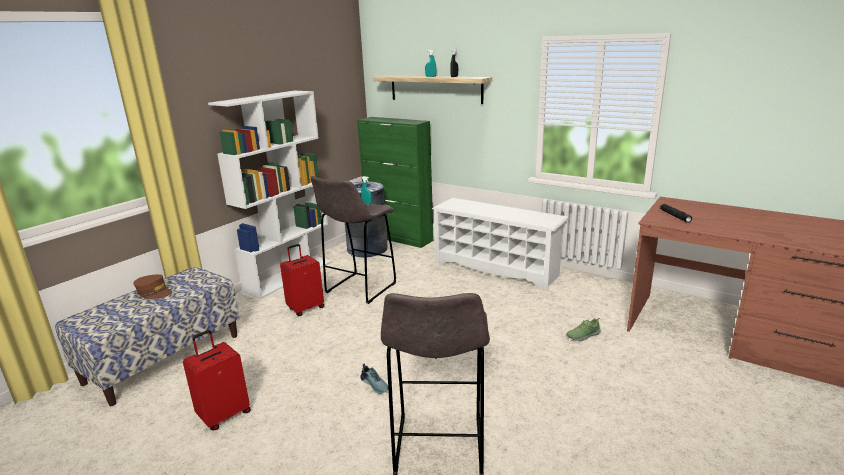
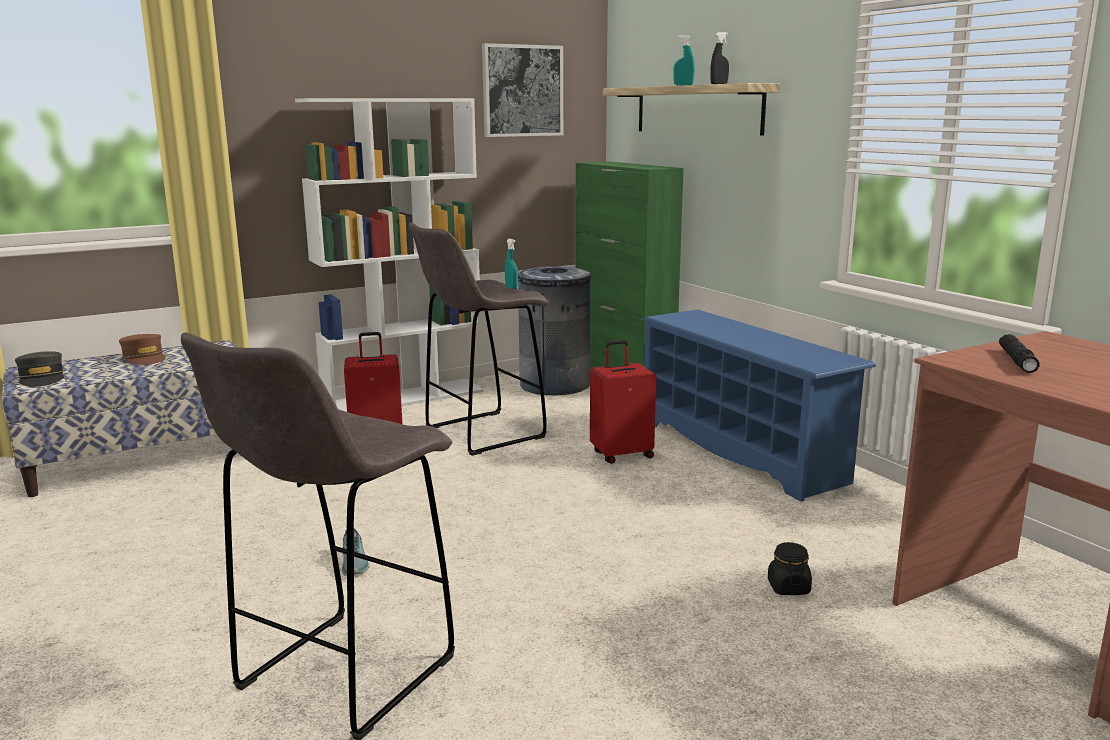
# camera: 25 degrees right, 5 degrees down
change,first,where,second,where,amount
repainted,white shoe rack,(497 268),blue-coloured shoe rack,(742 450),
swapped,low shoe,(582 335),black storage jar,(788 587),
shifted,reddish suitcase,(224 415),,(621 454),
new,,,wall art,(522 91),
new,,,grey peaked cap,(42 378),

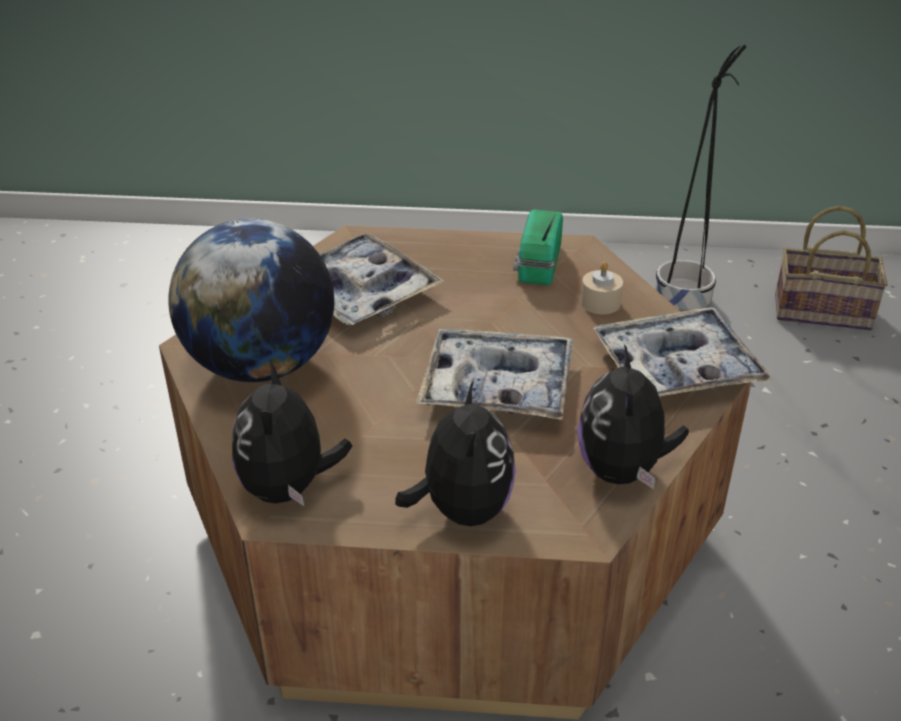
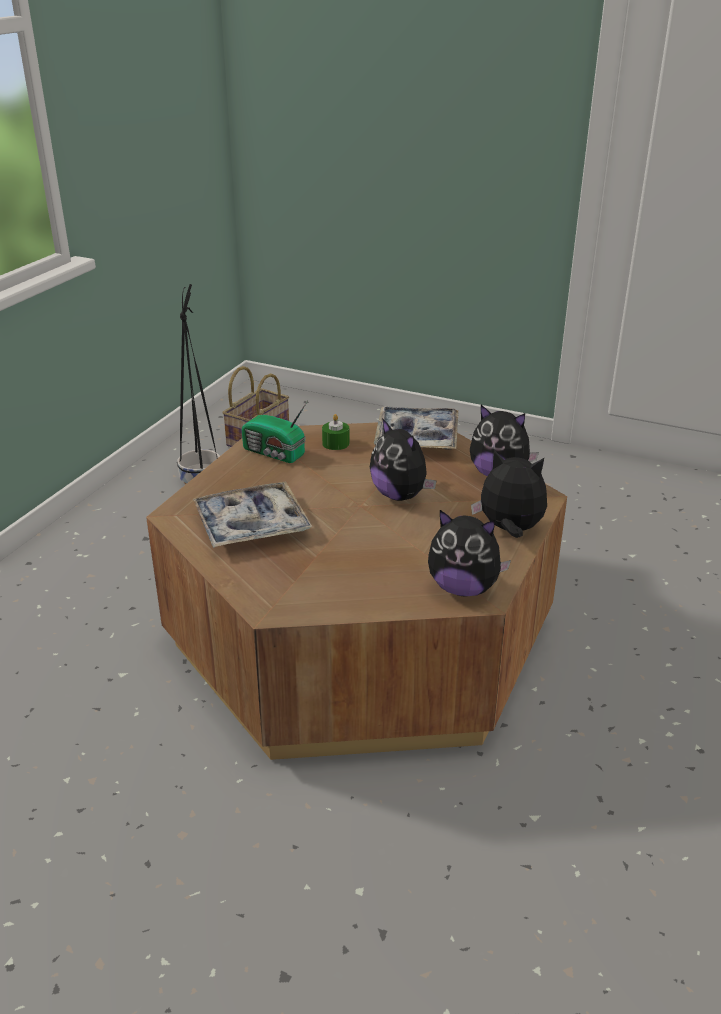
# camera: 70 degrees left, 5 degrees down
change,first,where,second,where,amount
gone,world globe,(261 366),,,
repainted,beige-coloured wax light,(600 303),greenish wax light,(335 443),
swapped,serving tray,(497 386),plush toy,(400 495),

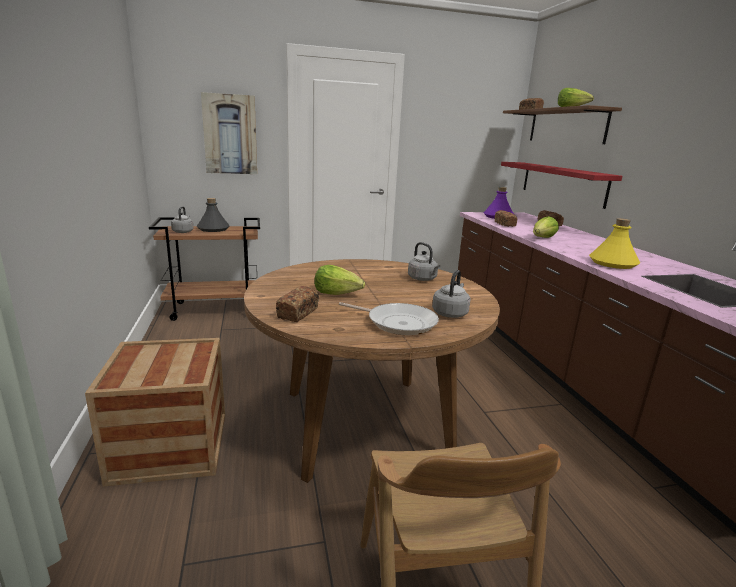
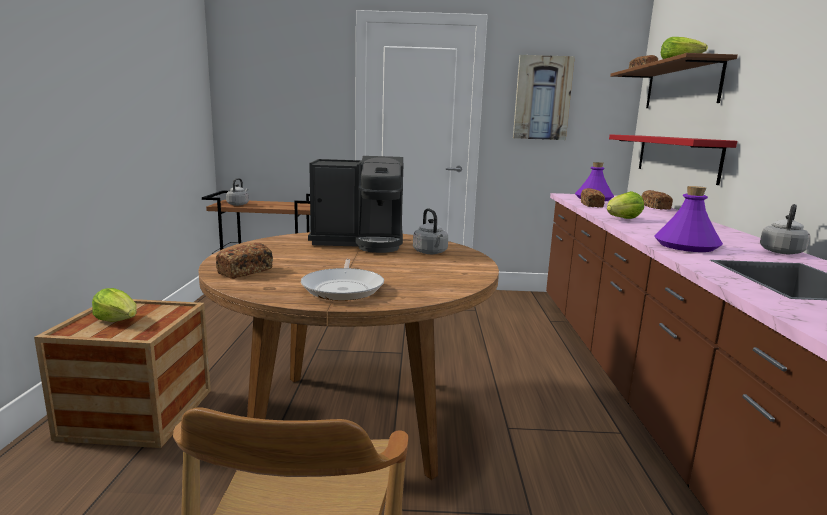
# camera: 15 degrees right, 5 degrees down
change,first,where,second,where,amount
shifted,wall art,(230 134),,(542 98),
gone,grey drink bottle,(213 229),,,
repainted,yellow-coloured drink bottle,(613 263),purple drink bottle,(686 246),
shifted,lettuce head,(337 293),,(118 320),
shifted,grey kettle,(450 313),,(781 251),
rotated,skillet,(398 323),,(343 288),45 degrees clockwise
new,,,coffee machine,(360 242),

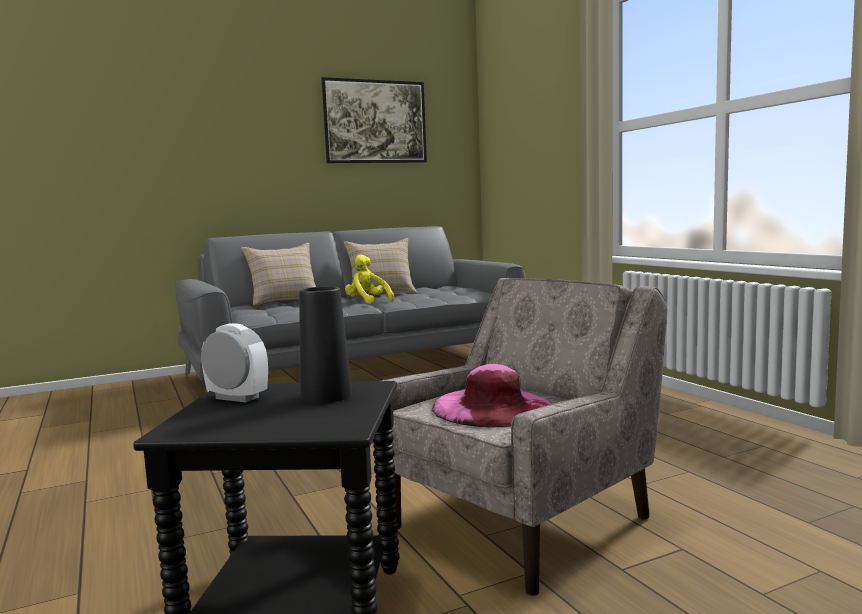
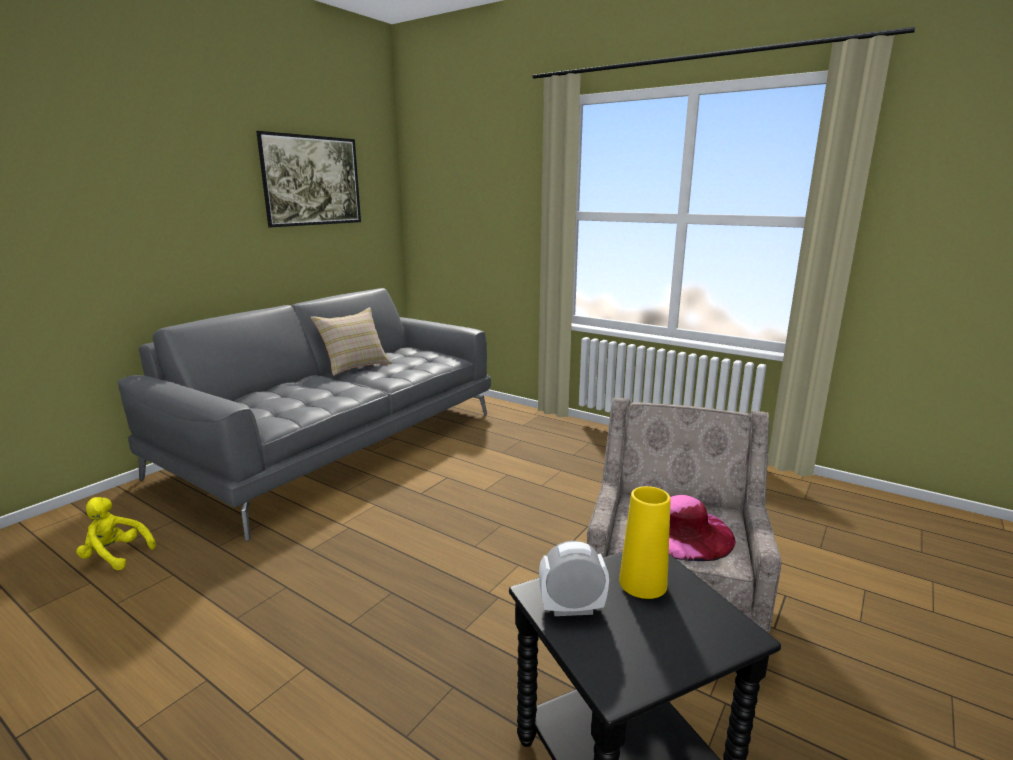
# camera: 30 degrees left, 10 degrees up
change,first,where,second,where,amount
gone,beige-coloured cushion,(284 301),,,
shifted,yellow-coloured plush toy,(367 302),,(115 556),
repainted,black flower vase,(326 396),yellow-coloured flower vase,(643 583),

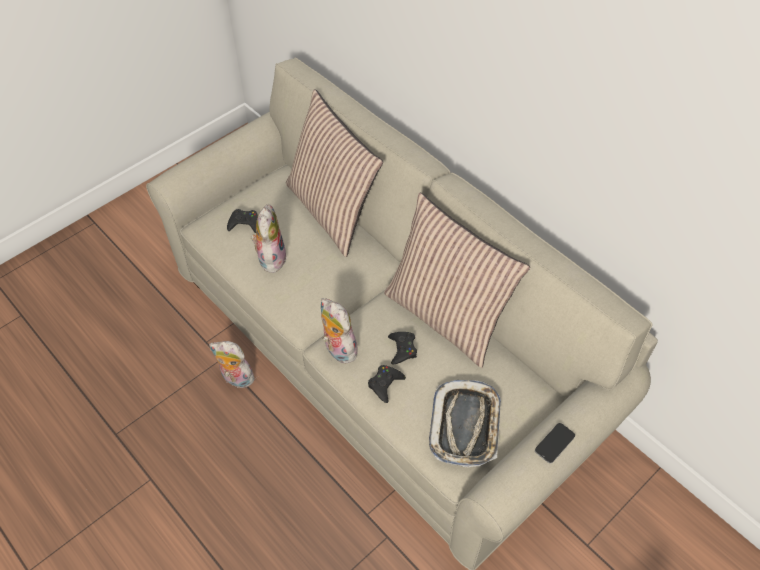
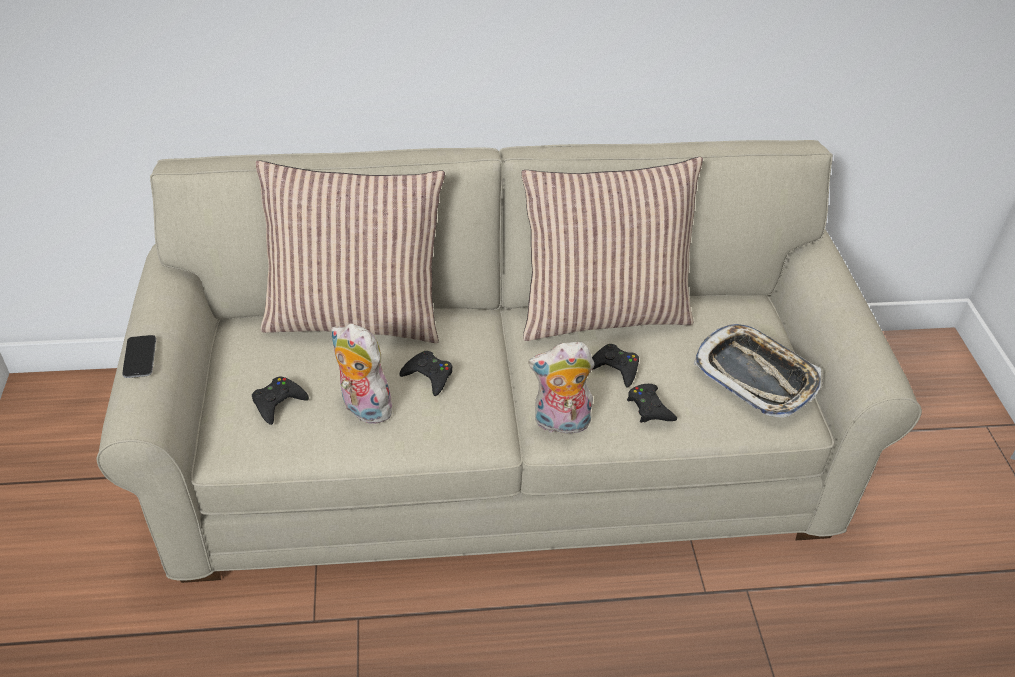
# camera: 55 degrees left, 10 degrees down
change,first,where,second,where,amount
gone,plush toy,(236 379),,,
shifted,telephone,(554 443),,(140 357),
new,,,black gamepad,(429 376),

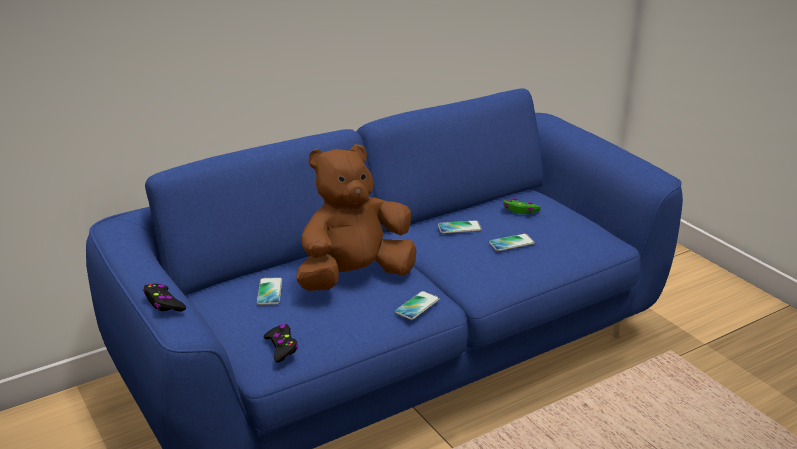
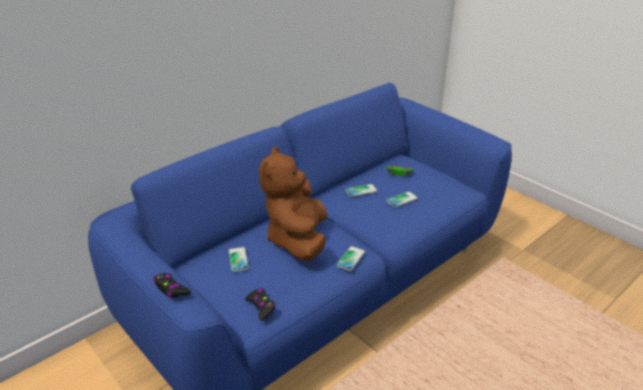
# camera: 10 degrees left, 5 degrees up
change,first,where,second,where,amount
rotated,brown-coloured plush toy,(354 277),,(297 239),45 degrees counterclockwise

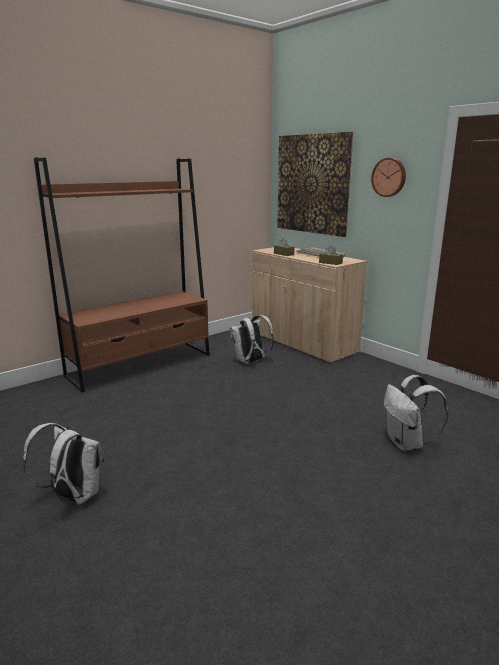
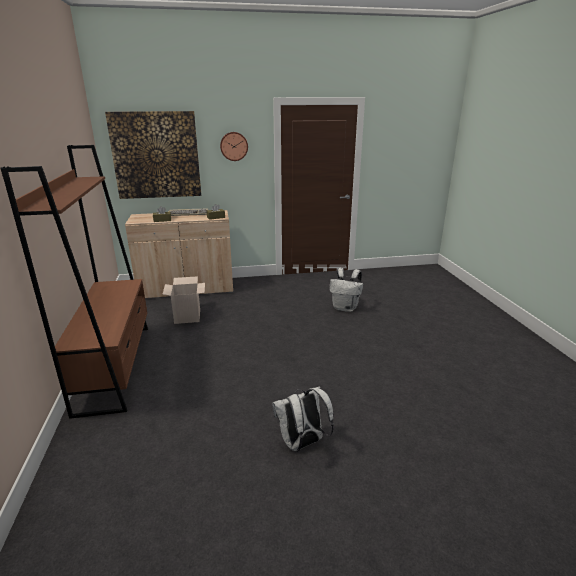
# camera: 60 degrees left, 5 degrees up
change,first,where,second,where,amount
swapped,white rucksack,(250 362),carton,(187 316),

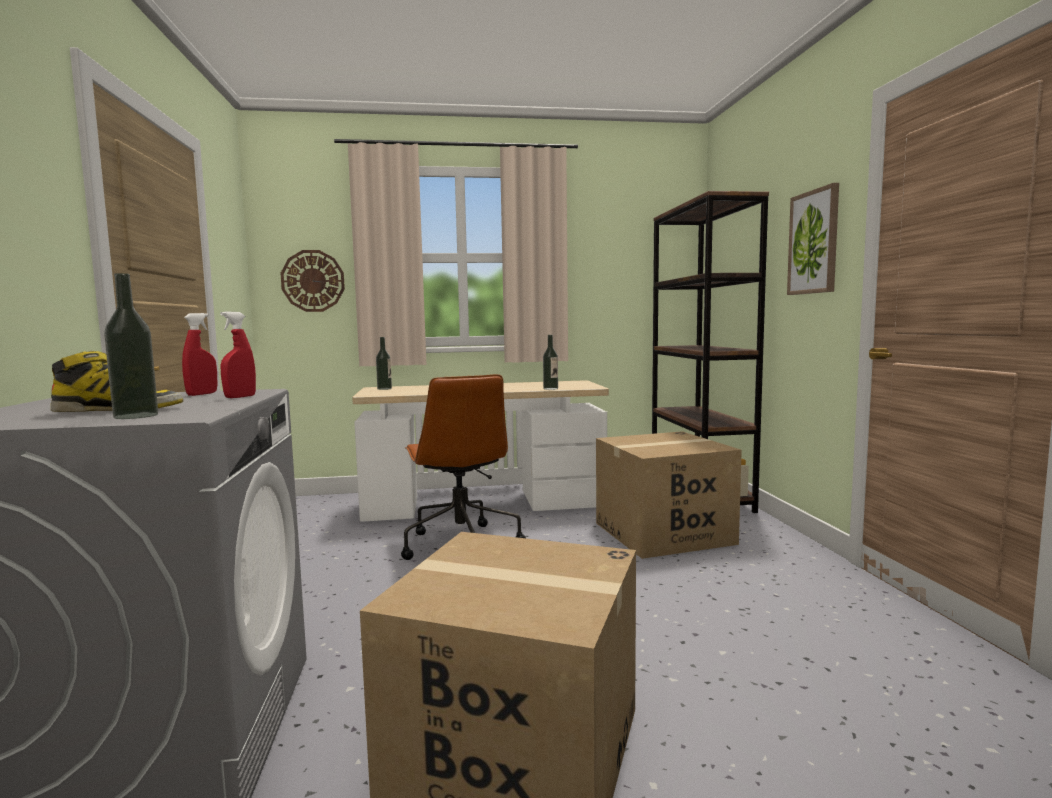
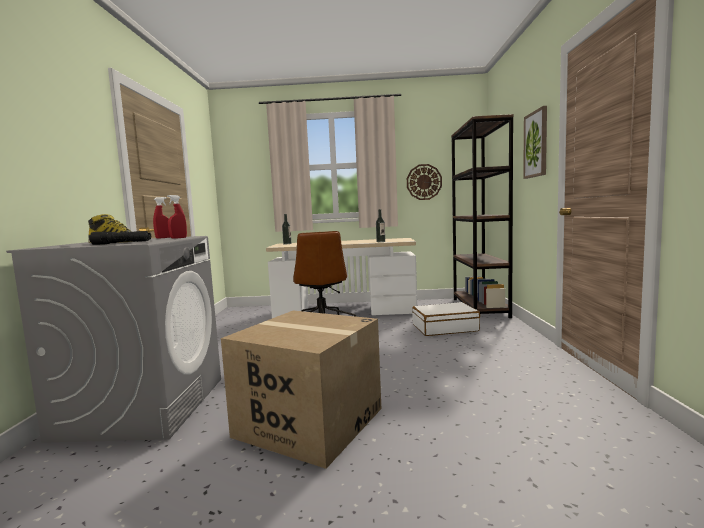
# camera: 10 degrees right, 0 degrees up
change,first,where,second,where,amount
shifted,hanging clock,(313 281),,(424 182),
swapped,drink bottle,(136 416),black hand torch,(121 243),
swapped,carton,(663 533),white suitcase,(444 328),

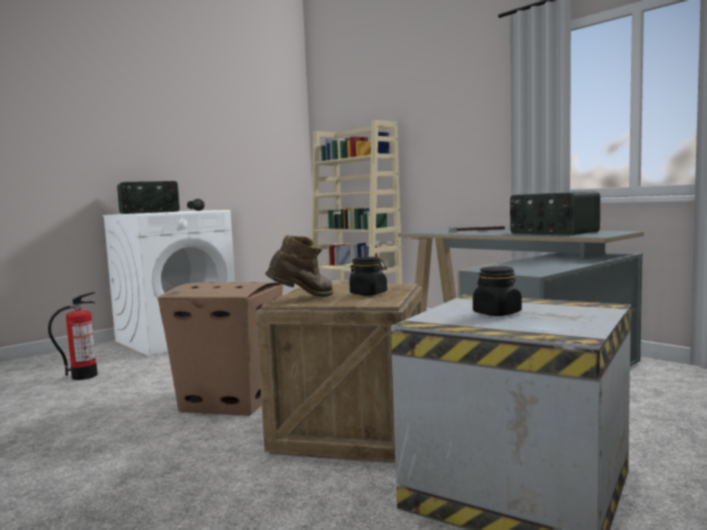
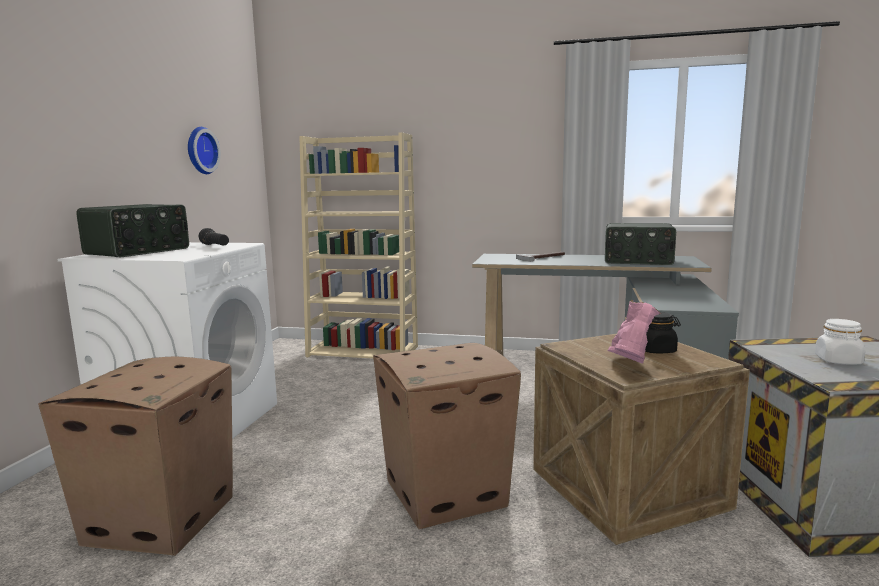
# camera: 35 degrees left, 5 degrees up
change,first,where,second,where,amount
repainted,brown-coloured boot,(303 299),pink-coloured boot,(628 368),
repainted,black storage jar,(497 313),white storage jar,(838 361),
swapped,extinguisher,(84 376),carton,(162 519),
new,,,hanging clock,(200 150),

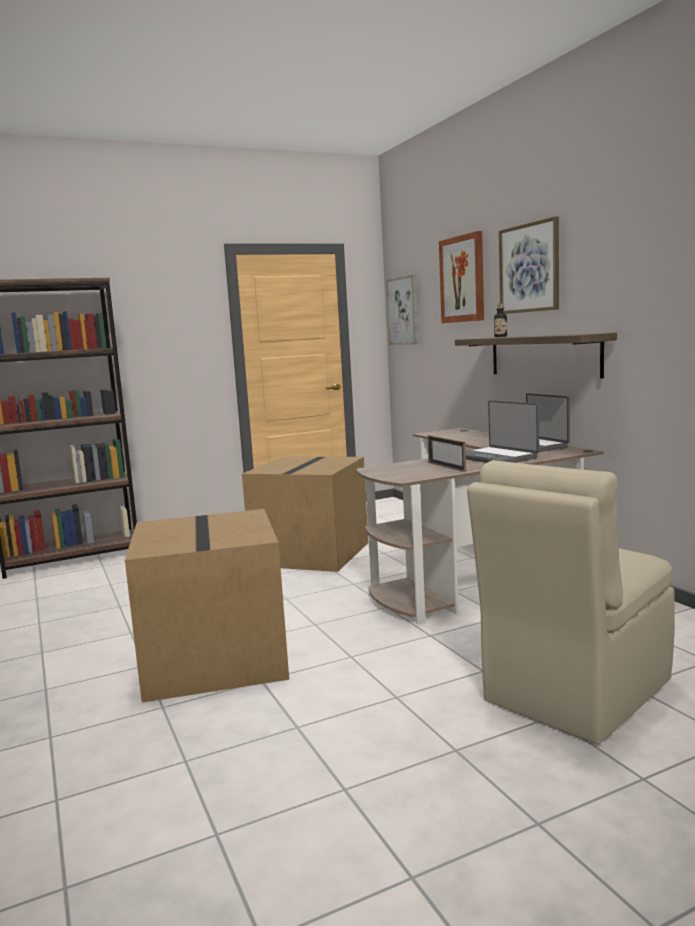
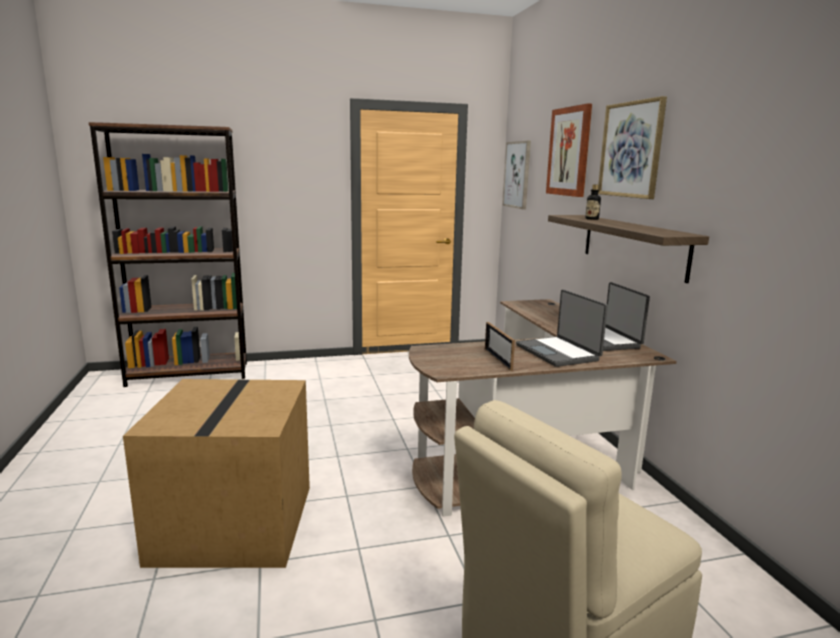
# camera: 10 degrees right, 5 degrees up
change,first,where,second,where,amount
gone,carton,(310 553),,,

